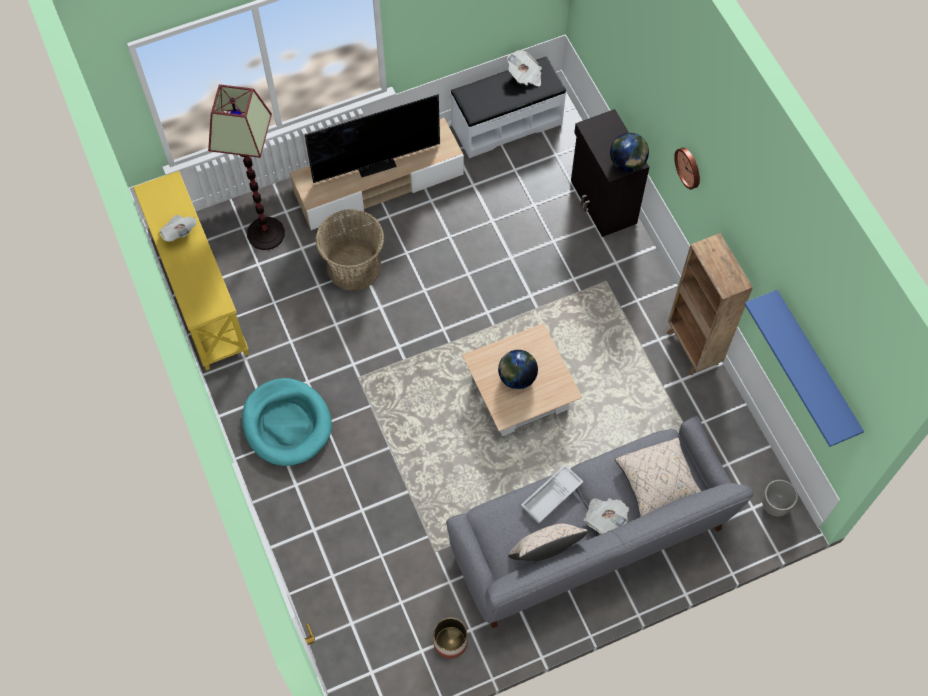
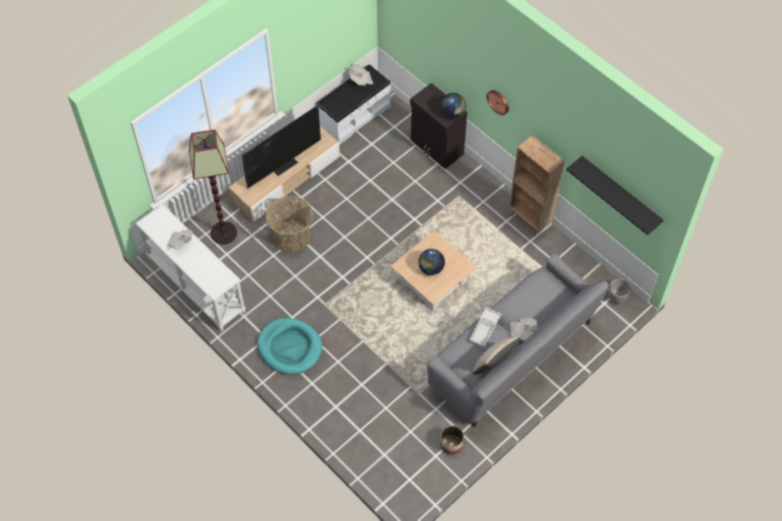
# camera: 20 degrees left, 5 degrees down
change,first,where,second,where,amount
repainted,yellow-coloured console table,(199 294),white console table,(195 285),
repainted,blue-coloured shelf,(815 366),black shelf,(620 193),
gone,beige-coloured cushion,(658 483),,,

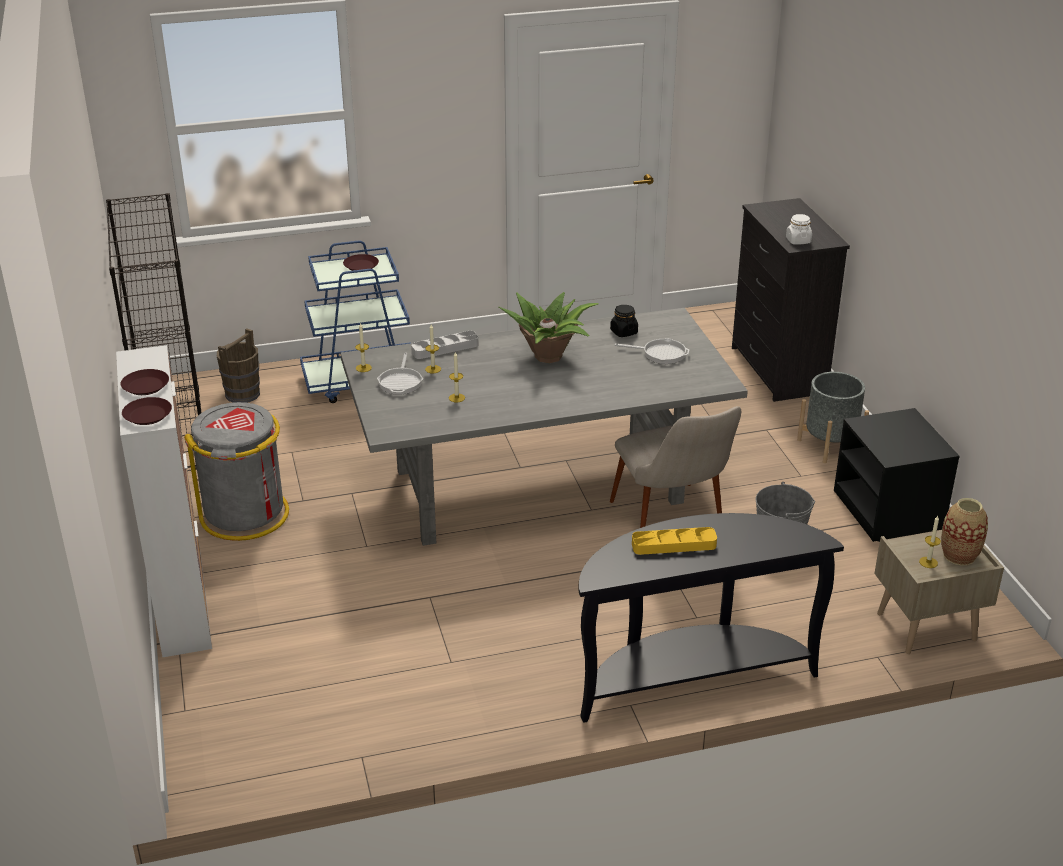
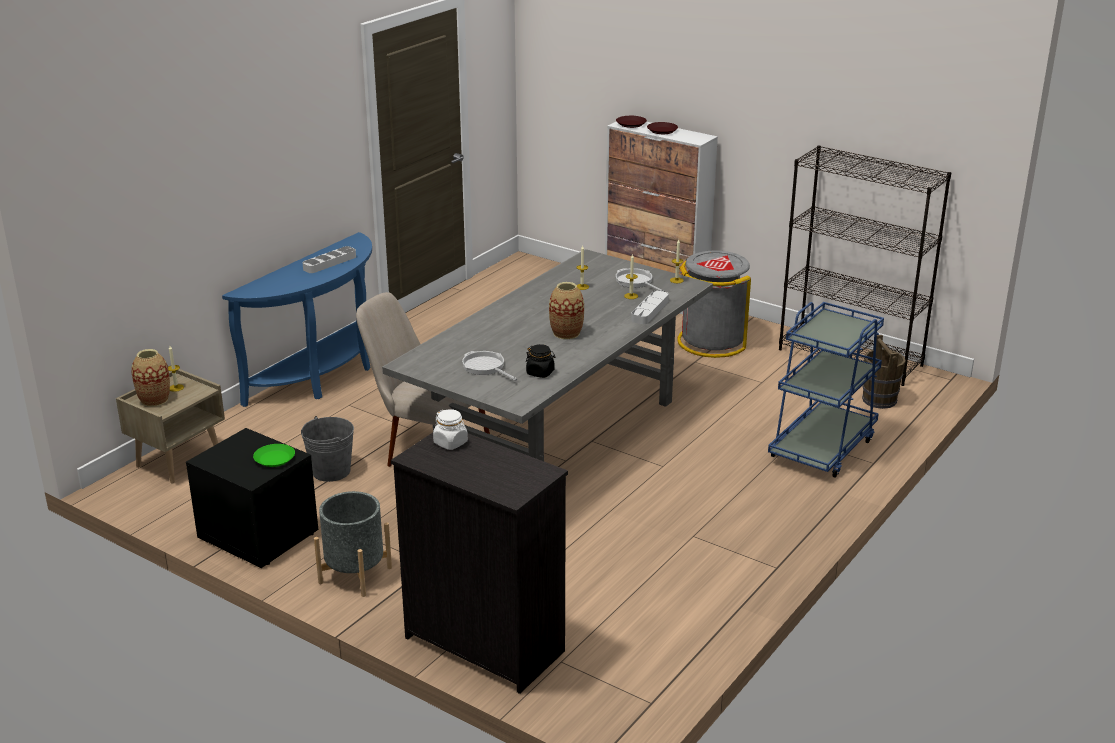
# camera: 140 degrees right, 5 degrees down
change,first,where,second,where,amount
gone,brown-coloured dinner plate,(361 266),,,
swapped,potted plant,(549 356),flower vase,(566 333),
rotated,skillet,(661 354),,(485 367),75 degrees clockwise
repainted,black console table,(690 677),blue-coloured console table,(323 376),
repainted,yellow-coloured serving tray,(674 545),grey serving tray,(329 263),
new,,,greenish dinner plate,(275 459),

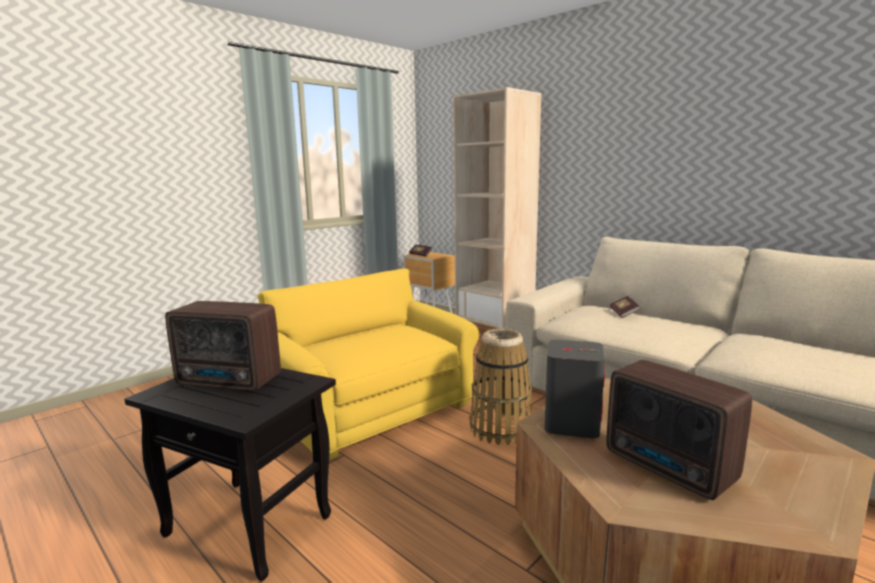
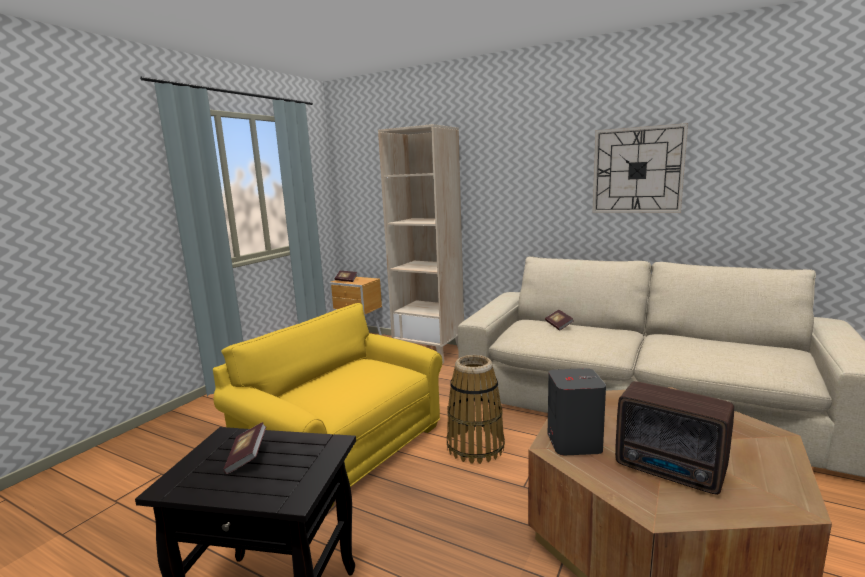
# camera: 15 degrees left, 0 degrees up
change,first,where,second,where,amount
swapped,radio,(230 382),book,(247 457),
new,,,hanging clock,(637 170),

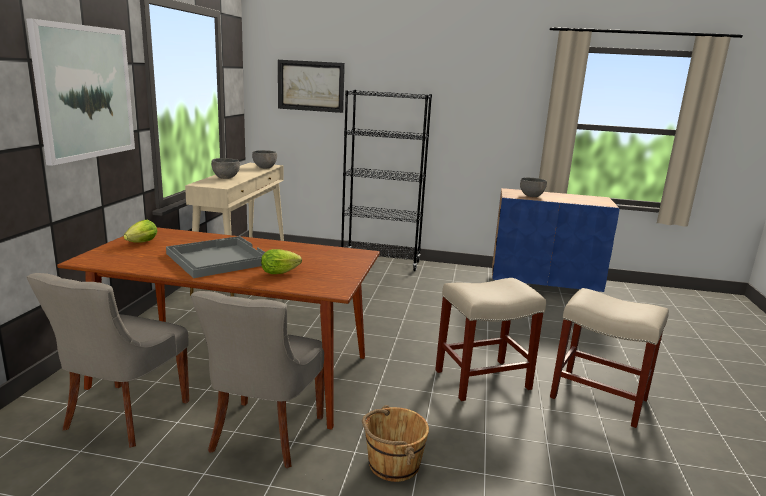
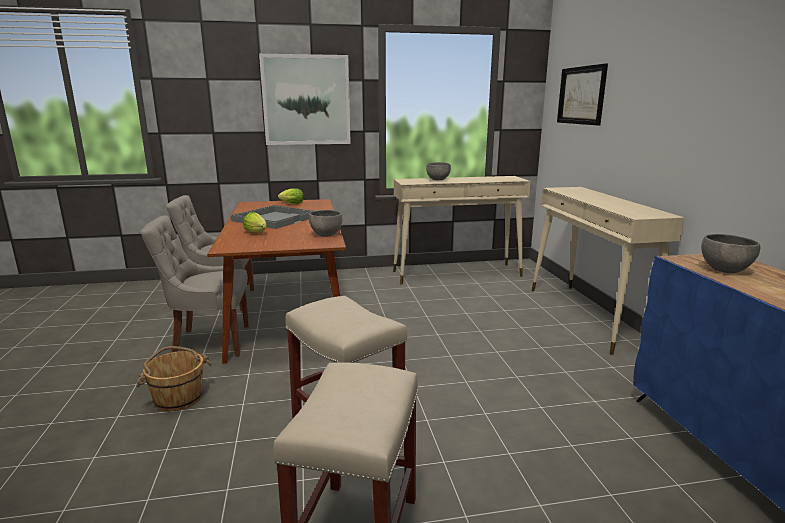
# camera: 70 degrees right, 0 degrees up
change,first,where,second,where,amount
swapped,black bookcase,(380 262),beige-coloured console table,(588 316),
shifted,grey bowl,(265 167),,(326 234),

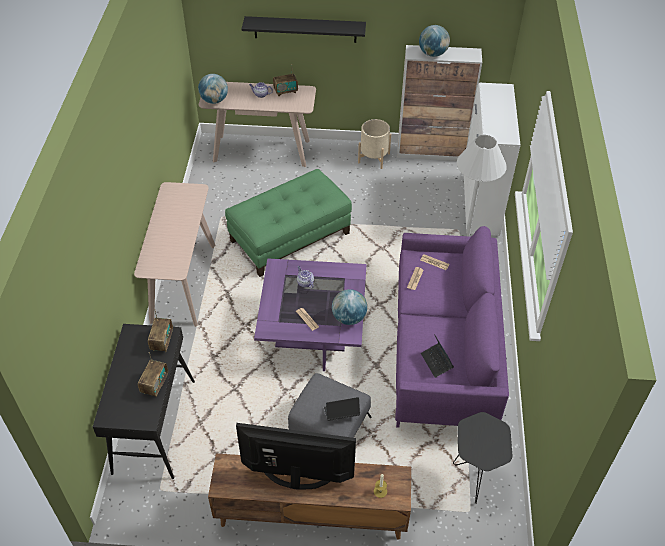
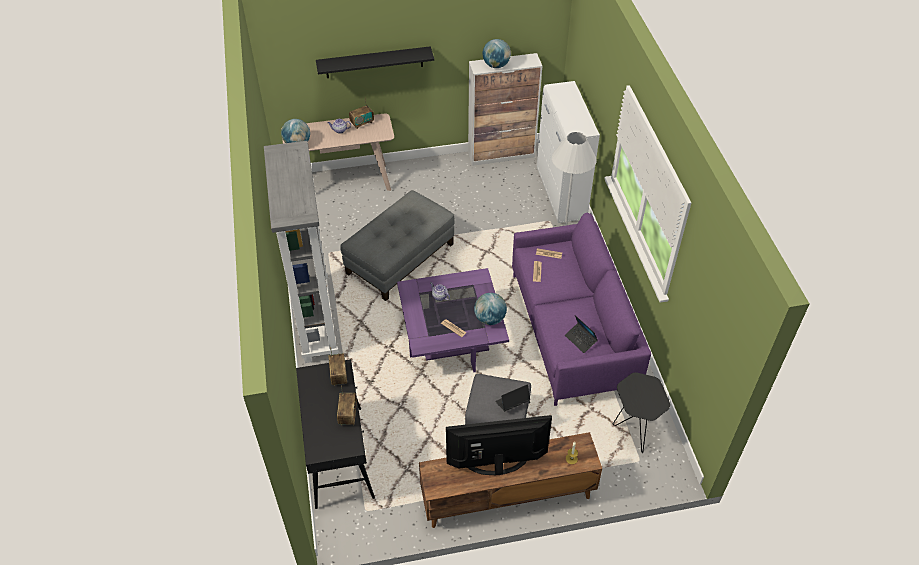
# camera: 15 degrees left, 0 degrees up
change,first,where,second,where,amount
gone,beige-coloured planter,(374 158),,,
repainted,greenish footrest,(289 236),grey footrest,(400 258),
swapped,beige-coloured console table,(183 282),grey bookcase,(315 321),

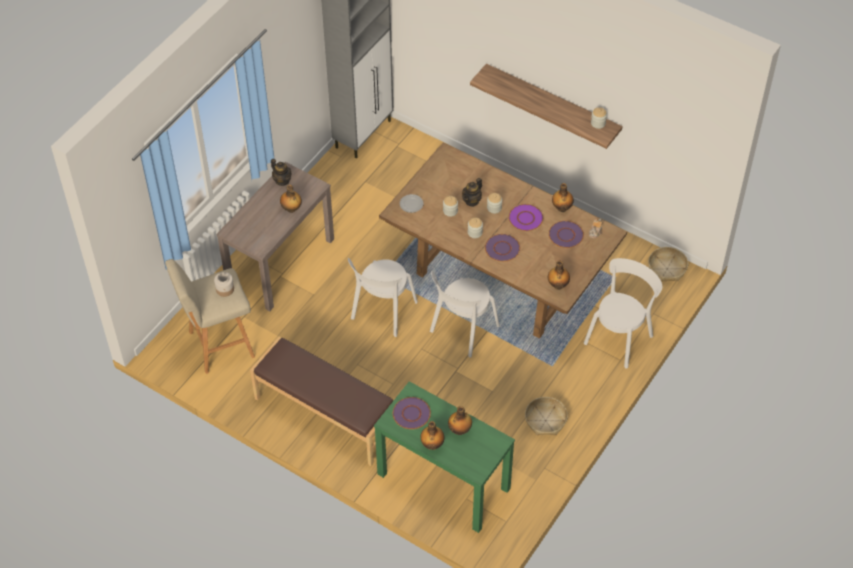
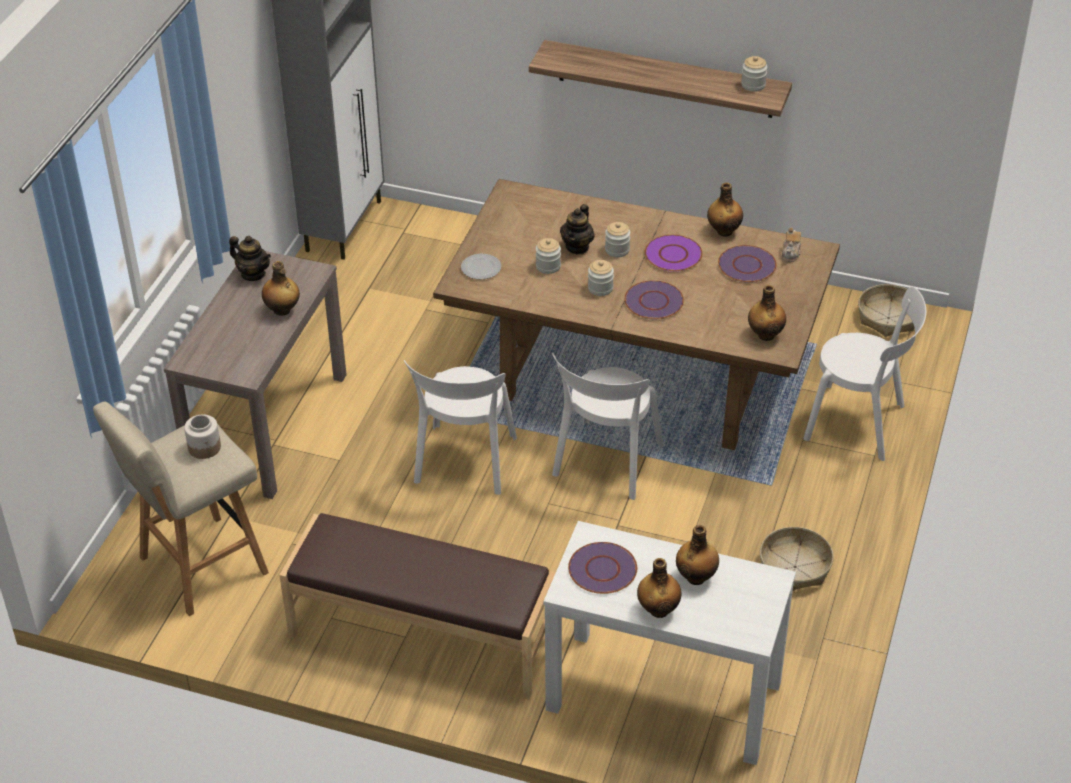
# camera: 15 degrees left, 10 degrees down
change,first,where,second,where,amount
rotated,white plain chair,(620 337),,(860 423),90 degrees clockwise
repainted,greenish console table,(443 481),white console table,(662 696),

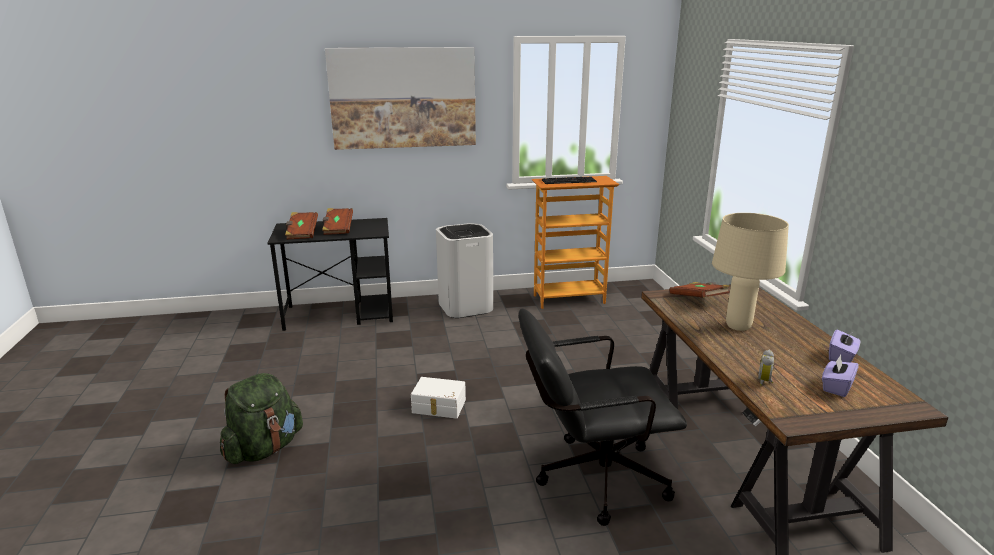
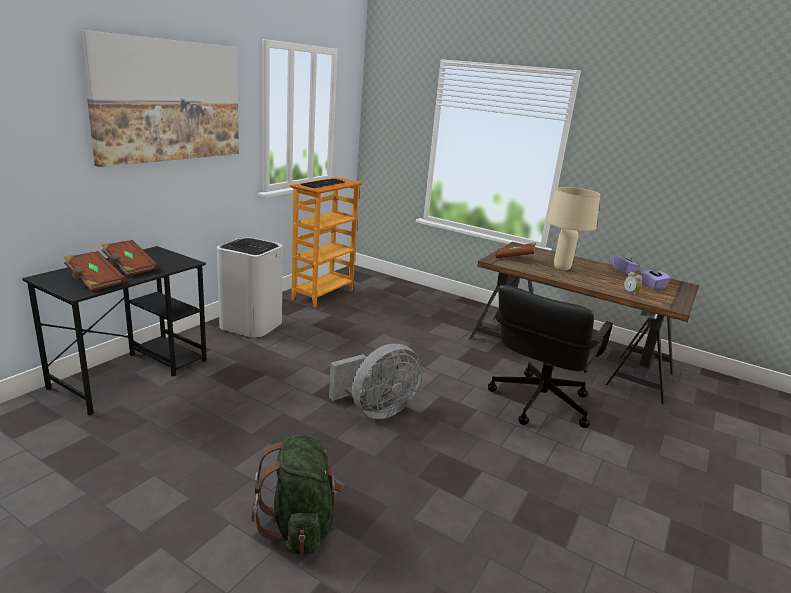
# camera: 50 degrees left, 0 degrees up
change,first,where,second,where,amount
swapped,white storage box,(438 407),grey fan,(376 410),

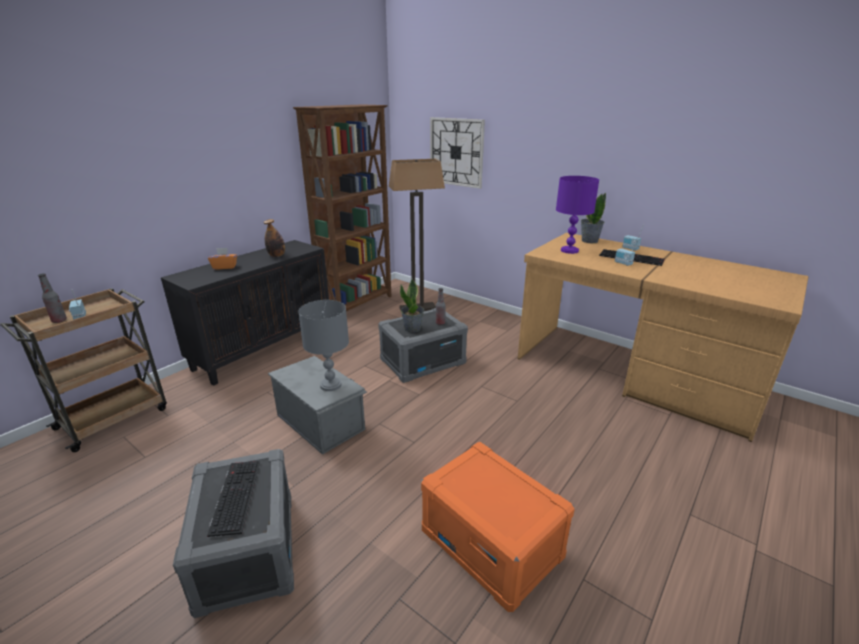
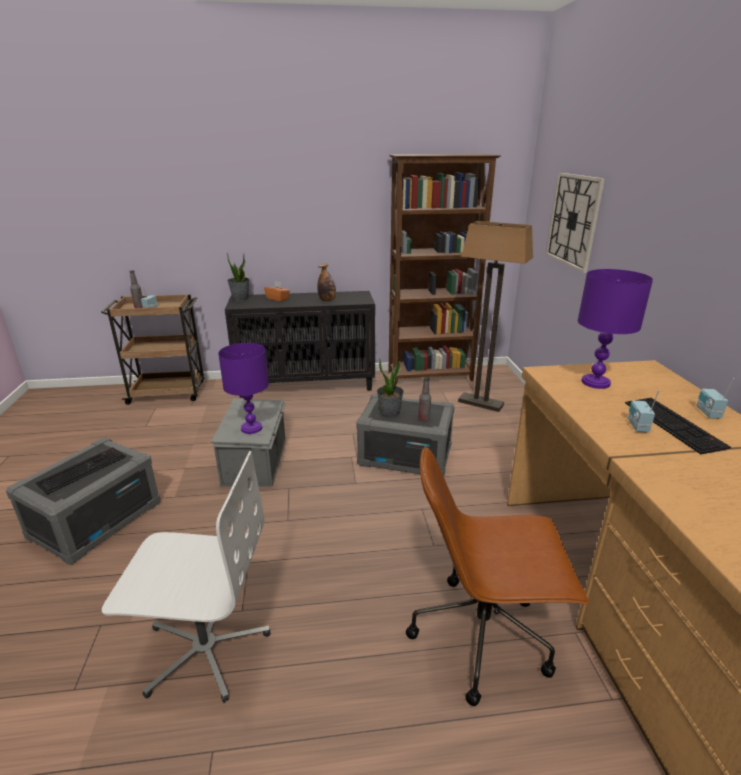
# camera: 45 degrees right, 0 degrees up
change,first,where,second,where,amount
shifted,potted plant,(589 241),,(240 299),
repainted,grey lamp for a table,(330 385),purple lamp for a table,(251 428),
swapped,orange-coloured storage box,(492 543),white computer chair,(205 647),
new,,,brown-coloured computer chair,(482 635),

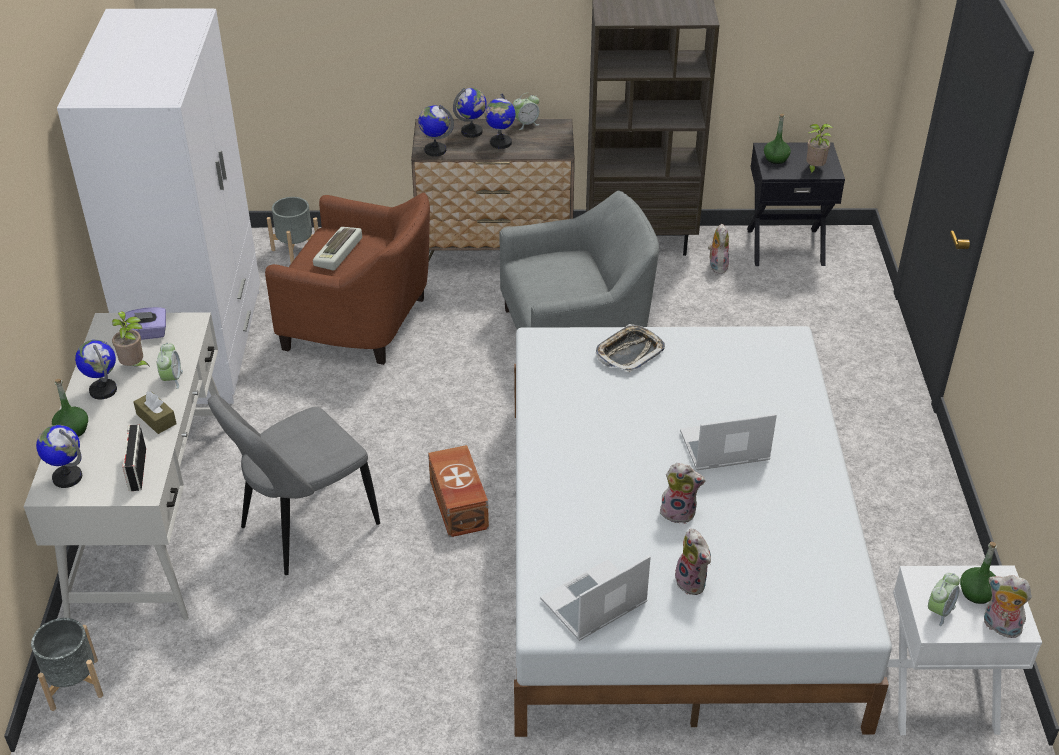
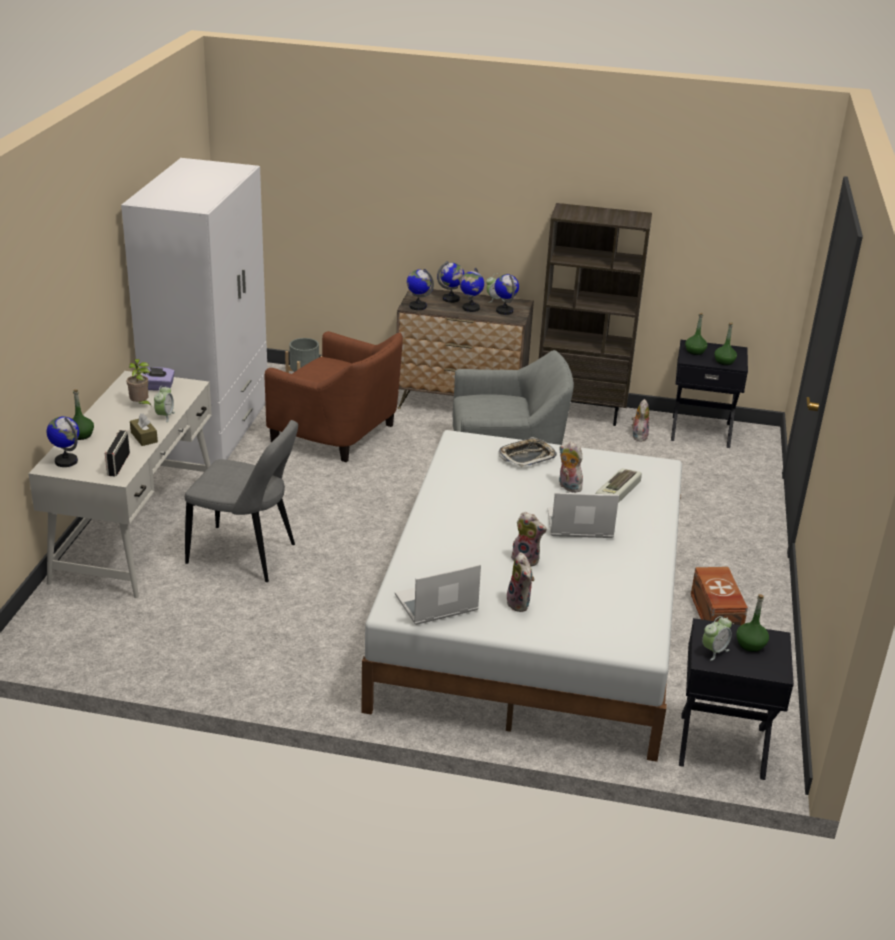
# camera: 10 degrees right, 10 degrees down
change,first,where,second,where,amount
swapped,potted plant,(814 169),greenish drink bottle,(724 362),
shifted,keyboard,(339 252),,(619 491),
shifted,world globe,(103 390),,(504 311),
rotated,grey plain chair,(304 528),,(246 555),135 degrees counterclockwise
shifted,brown-coloured storage box,(458 505),,(715 615),
repainted,white nightstand,(939 697),black nightstand,(722 746),
shifted,plush toy,(999 627),,(568 487),
gone,grey planter,(74 684),,,

